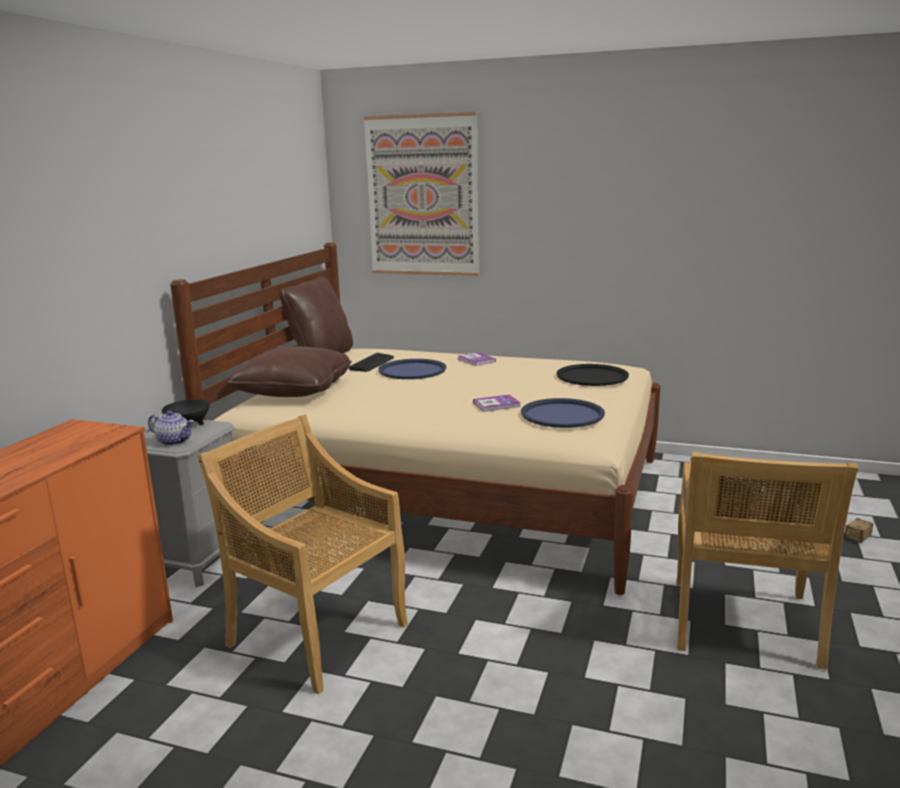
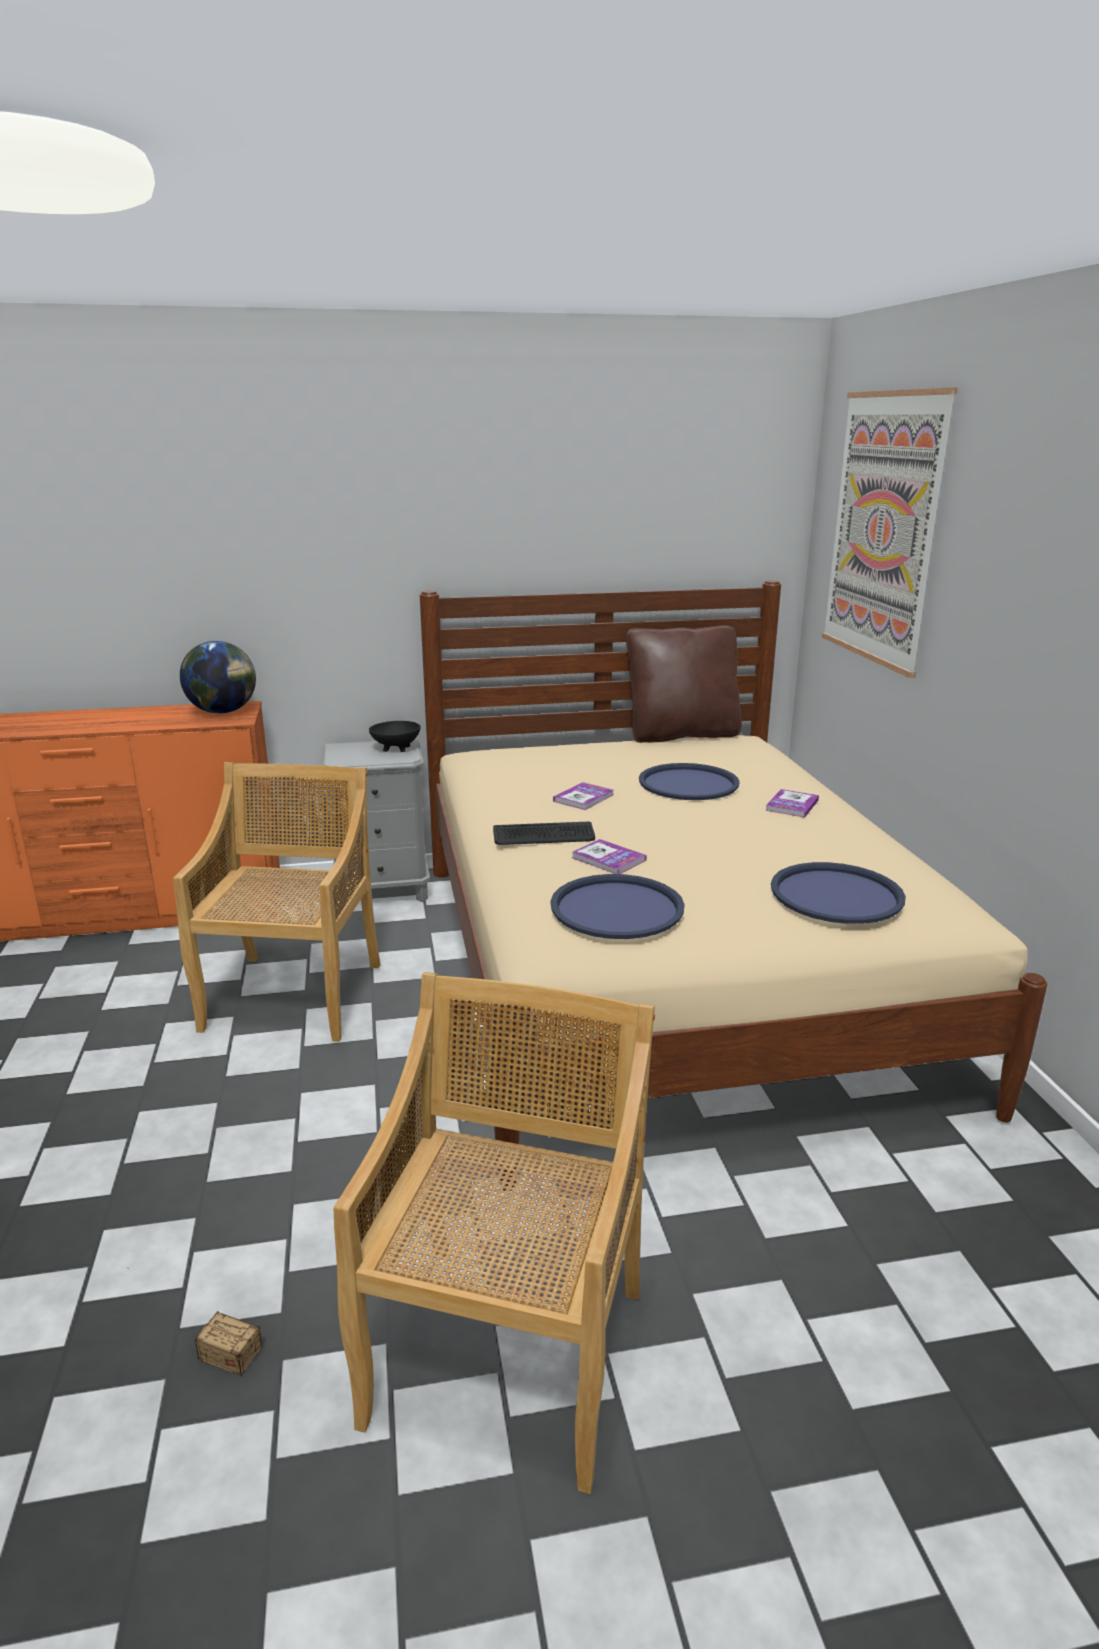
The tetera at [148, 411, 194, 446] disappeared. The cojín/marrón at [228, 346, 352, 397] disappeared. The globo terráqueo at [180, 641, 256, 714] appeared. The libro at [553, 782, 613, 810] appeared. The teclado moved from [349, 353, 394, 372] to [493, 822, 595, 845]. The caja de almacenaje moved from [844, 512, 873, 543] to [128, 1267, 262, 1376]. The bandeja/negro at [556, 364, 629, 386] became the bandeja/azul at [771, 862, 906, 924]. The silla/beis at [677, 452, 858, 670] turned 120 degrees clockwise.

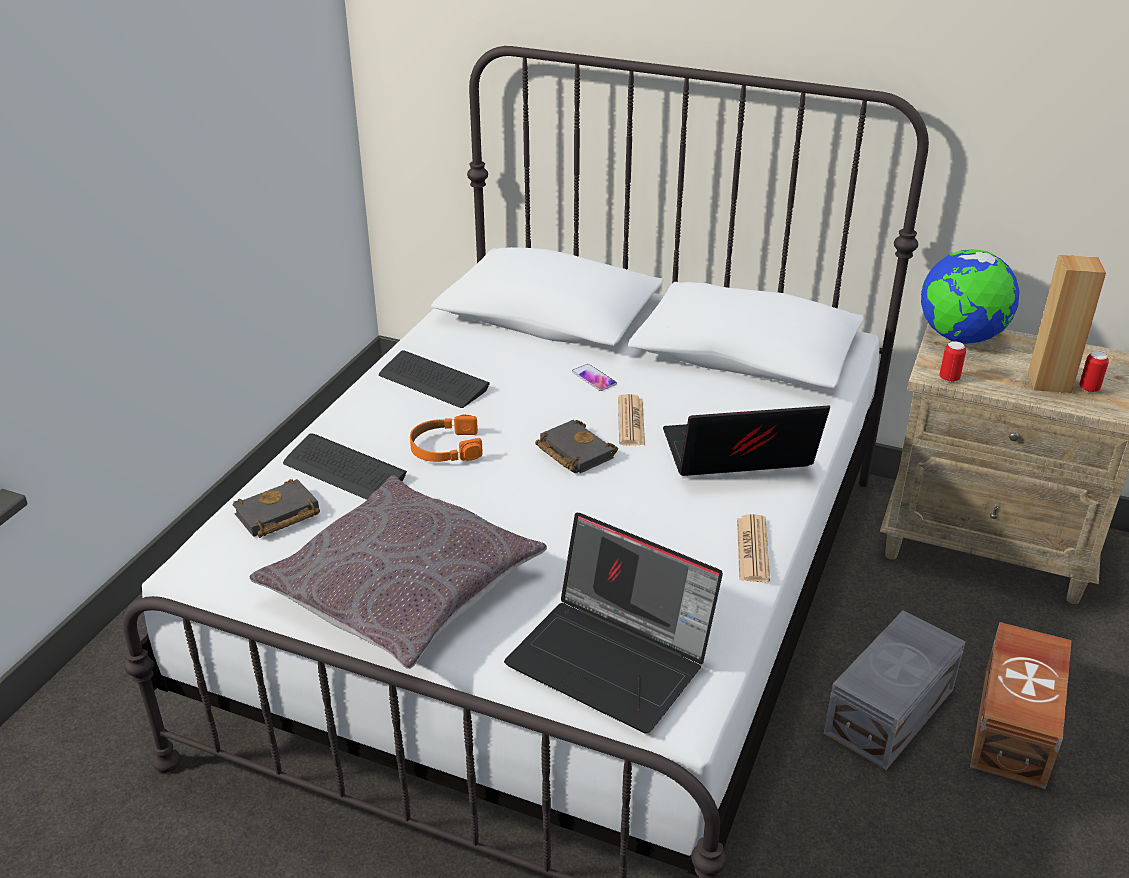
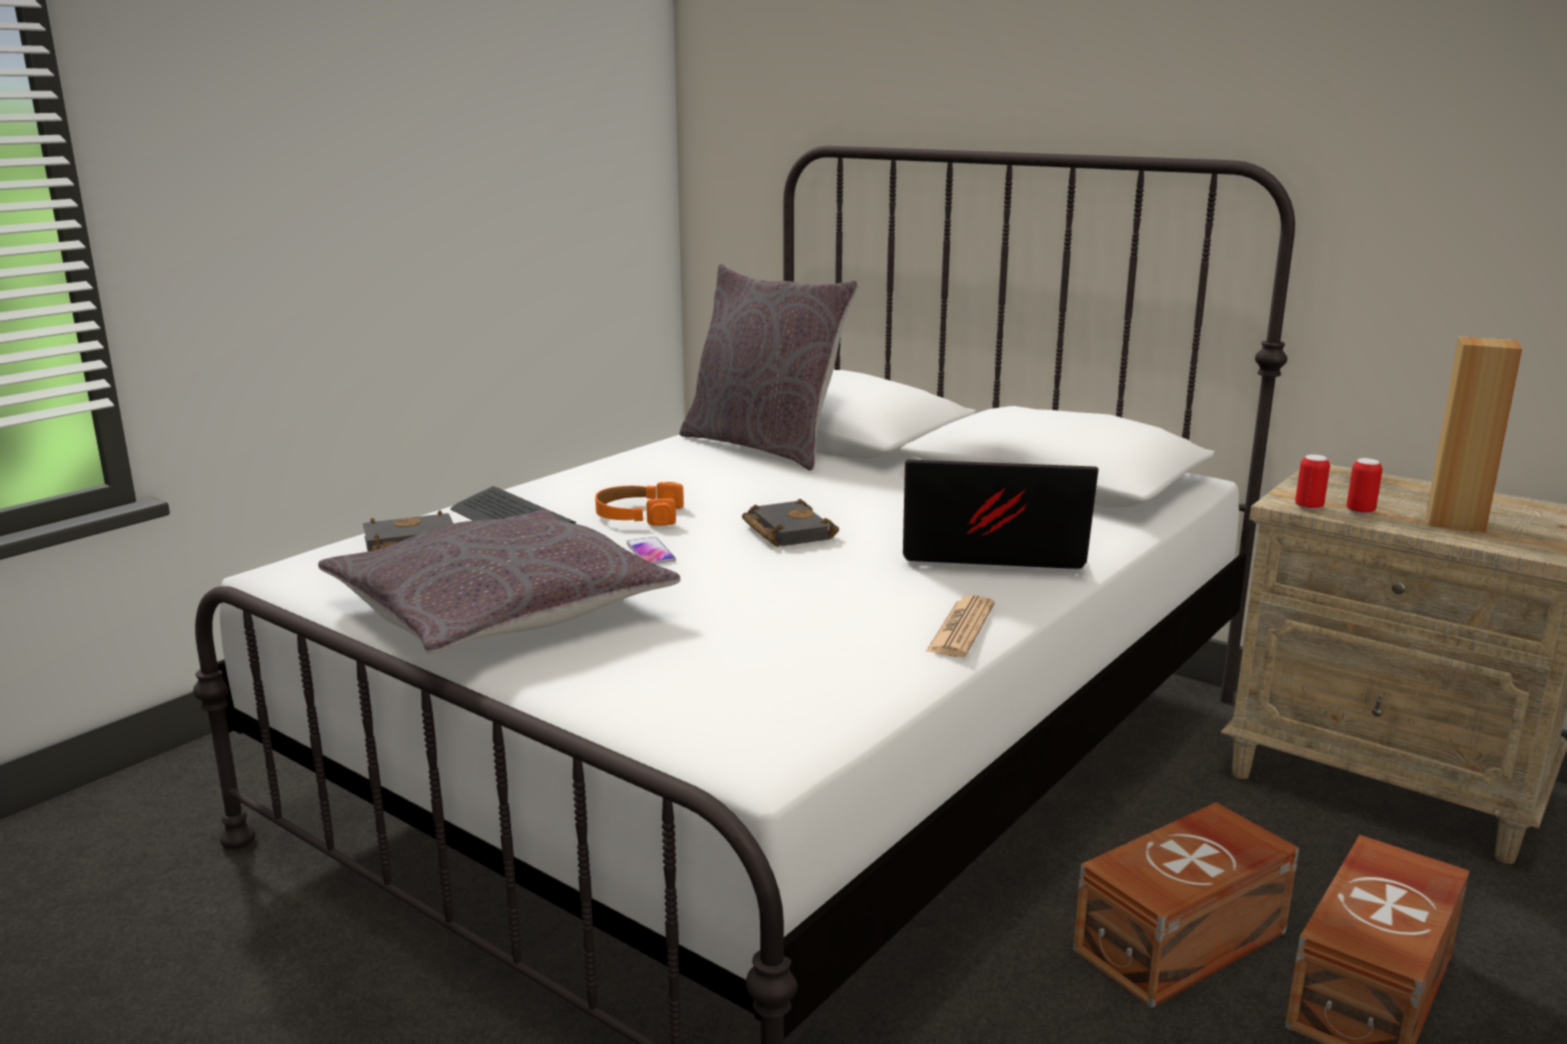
The teclado at [379, 350, 490, 408] disappeared. The portátil at [504, 513, 723, 734] disappeared. The periódico at [618, 394, 645, 446] disappeared. The globo terráqueo at [921, 249, 1019, 344] disappeared. The cojín/gris at [679, 264, 859, 470] appeared. The móvil moved from [572, 364, 617, 391] to [626, 537, 676, 564]. The lata moved from [1079, 351, 1109, 392] to [1347, 458, 1383, 515]. The caja de almacenaje/gris at [824, 610, 966, 770] became the caja de almacenaje/marrón at [1073, 802, 1299, 1008].

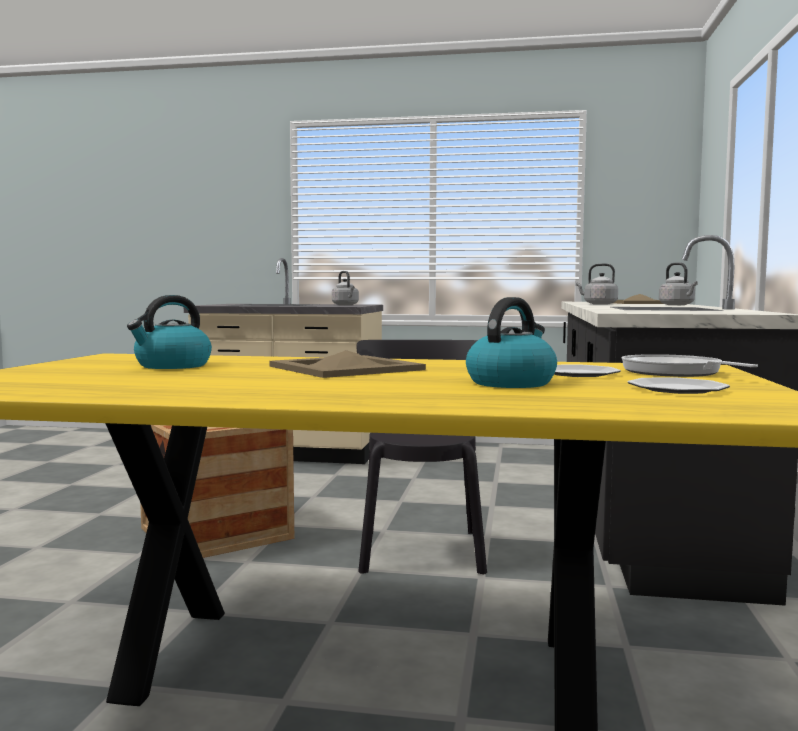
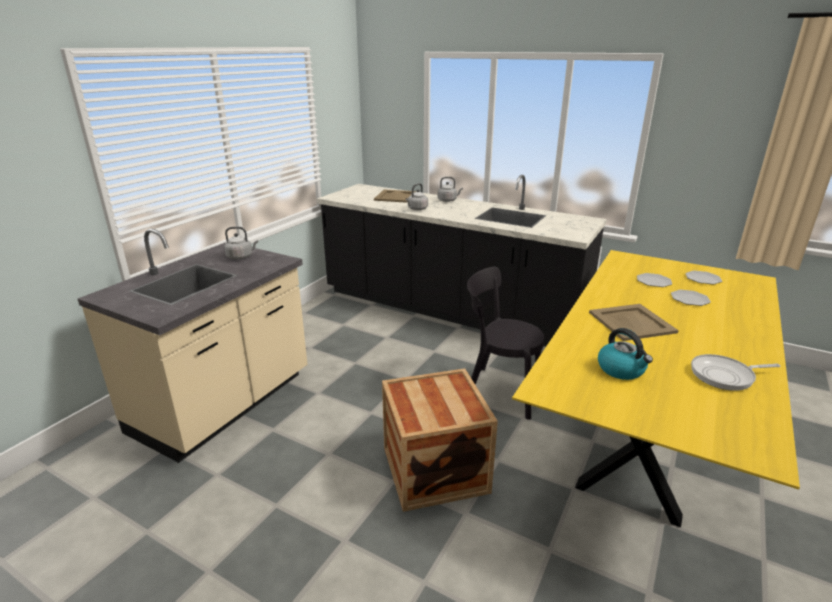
The sartén moved from [622, 354, 758, 377] to [691, 354, 780, 391]. The hervidor at [466, 297, 557, 388] was replaced by the plato at [671, 290, 711, 306].

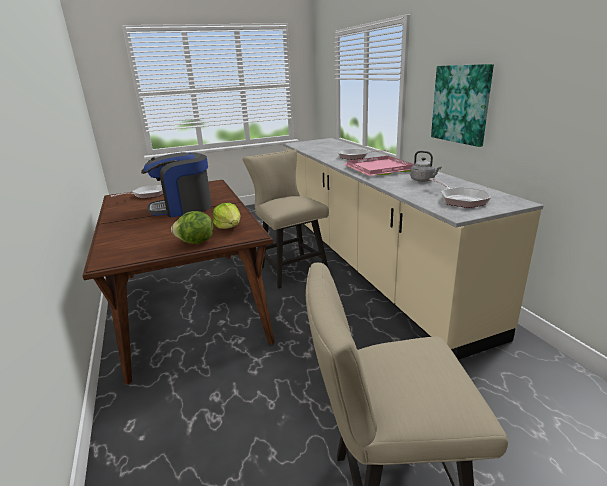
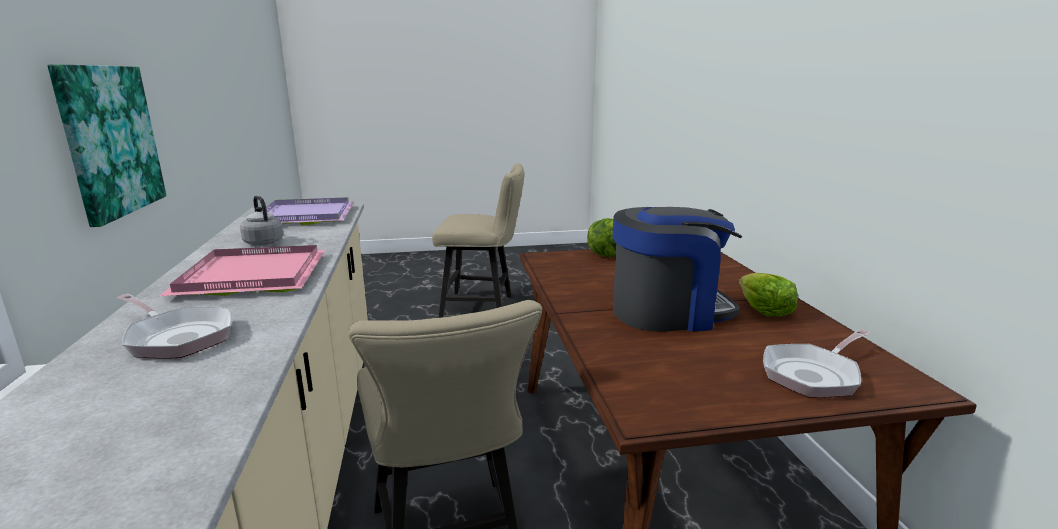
The lechuga moved from [213, 203, 241, 229] to [739, 273, 798, 317]. The sartén at [429, 178, 491, 208] was replaced by the bandeja/morado at [266, 197, 354, 225].

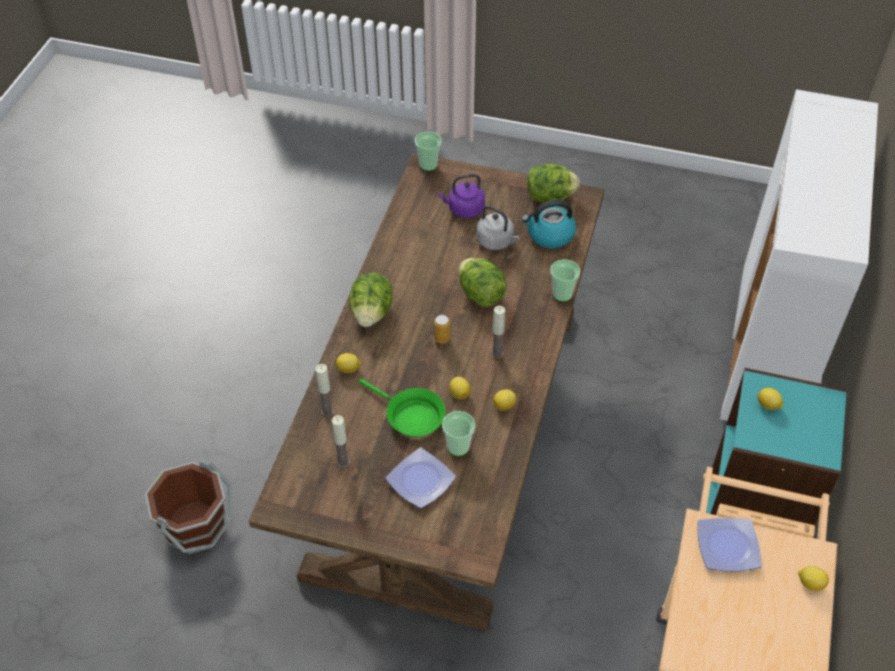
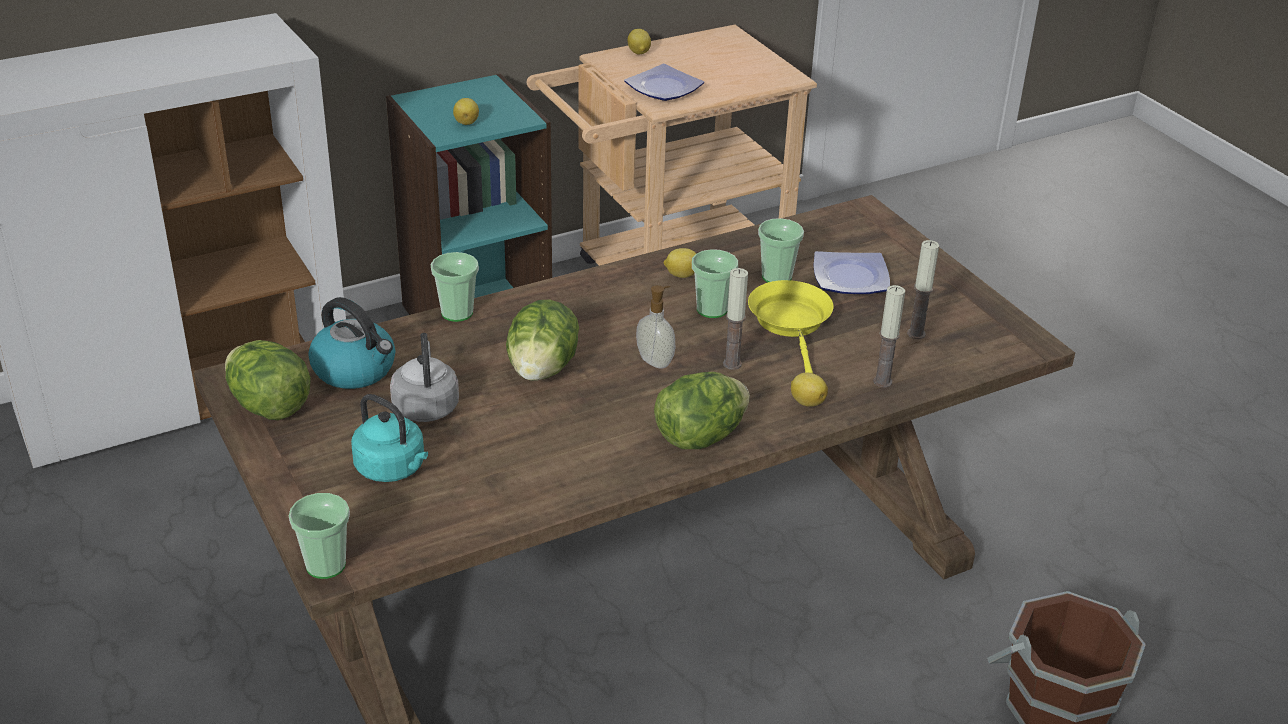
The vela moved from [491, 306, 505, 359] to [723, 268, 748, 370]. The lata at [434, 315, 450, 344] was replaced by the dispensador de jabón at [636, 285, 675, 369]. The limón at [449, 377, 471, 399] was replaced by the taza at [692, 249, 738, 318]. The sartén/verde at [359, 379, 445, 437] became the sartén/amarillo at [748, 280, 834, 373]. The hervidor/morado at [438, 174, 485, 218] became the hervidor/turquesa at [351, 394, 428, 482].

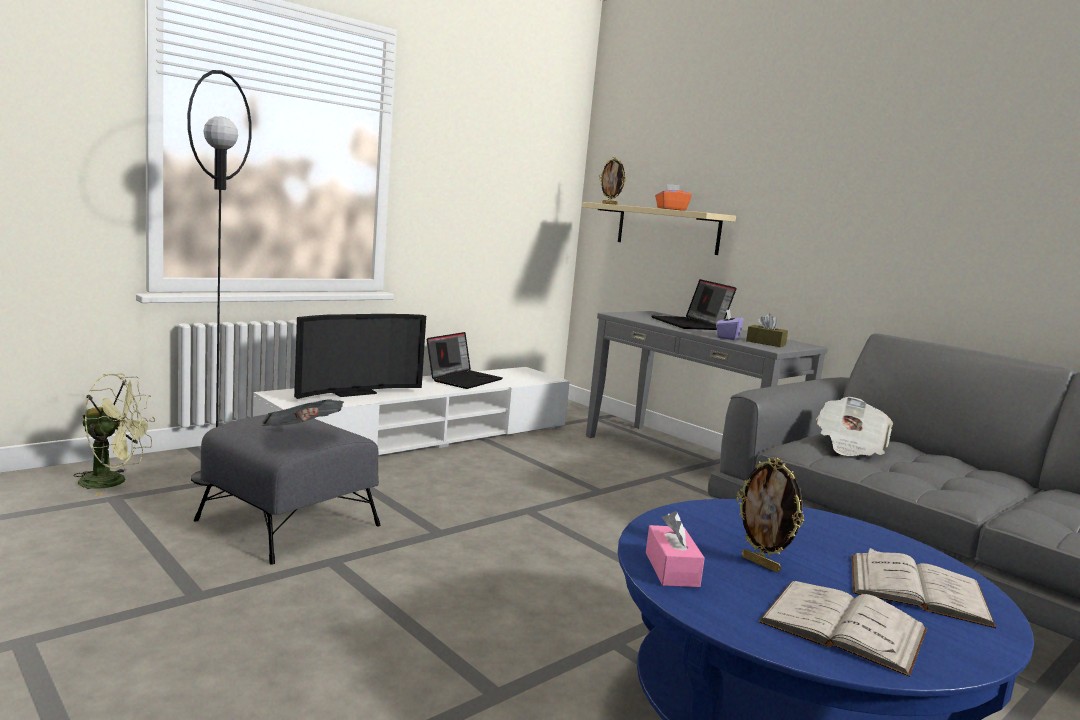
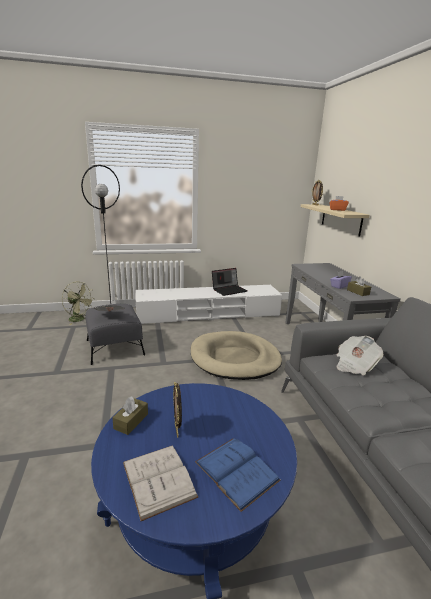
The televisor at [294, 314, 426, 399] disappeared. The portátil at [652, 279, 737, 330] disappeared. The cama para perro/beis at [191, 331, 282, 380] appeared. The caja de pañuelos/rosa at [646, 511, 705, 587] became the caja de pañuelos/marrón at [112, 396, 148, 435]. The libro/blanco at [851, 548, 996, 628] became the libro/azul at [195, 438, 280, 512].

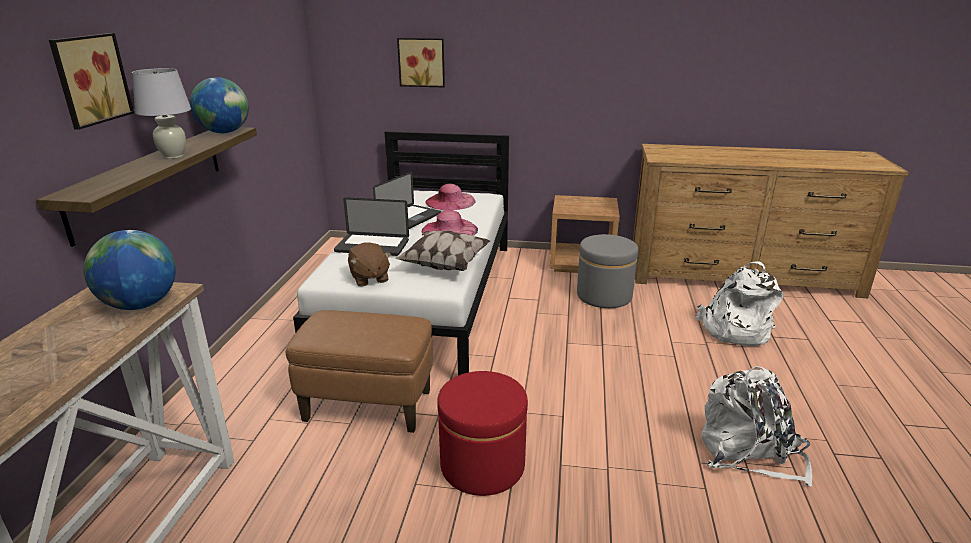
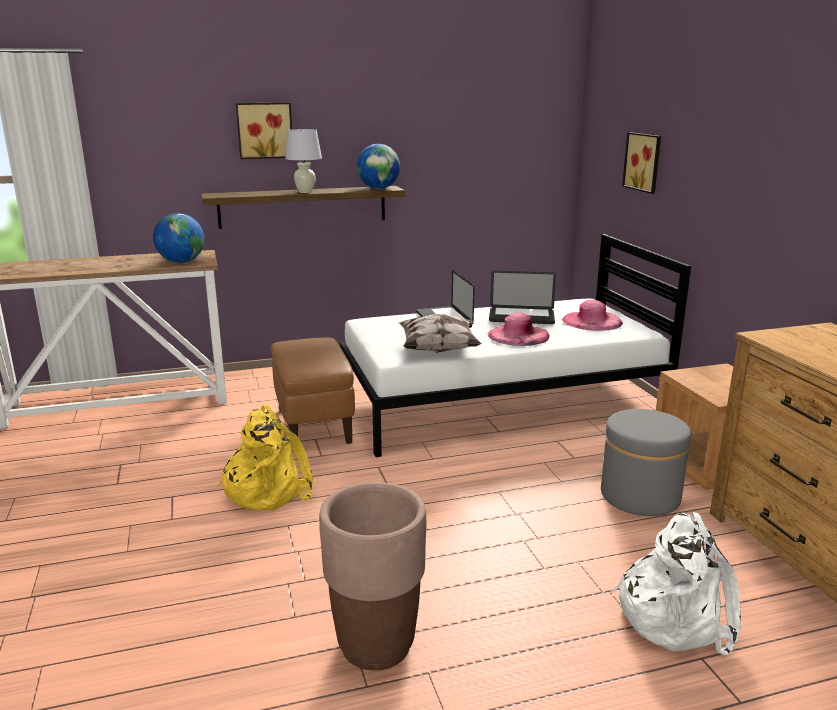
The peluche/marrón at [348, 242, 391, 287] disappeared. The puf/rojo at [437, 371, 528, 496] was replaced by the mochila/amarillo at [217, 404, 313, 511]. The mochila/blanco at [702, 366, 812, 487] was replaced by the maceta/marrón at [319, 482, 427, 670].

